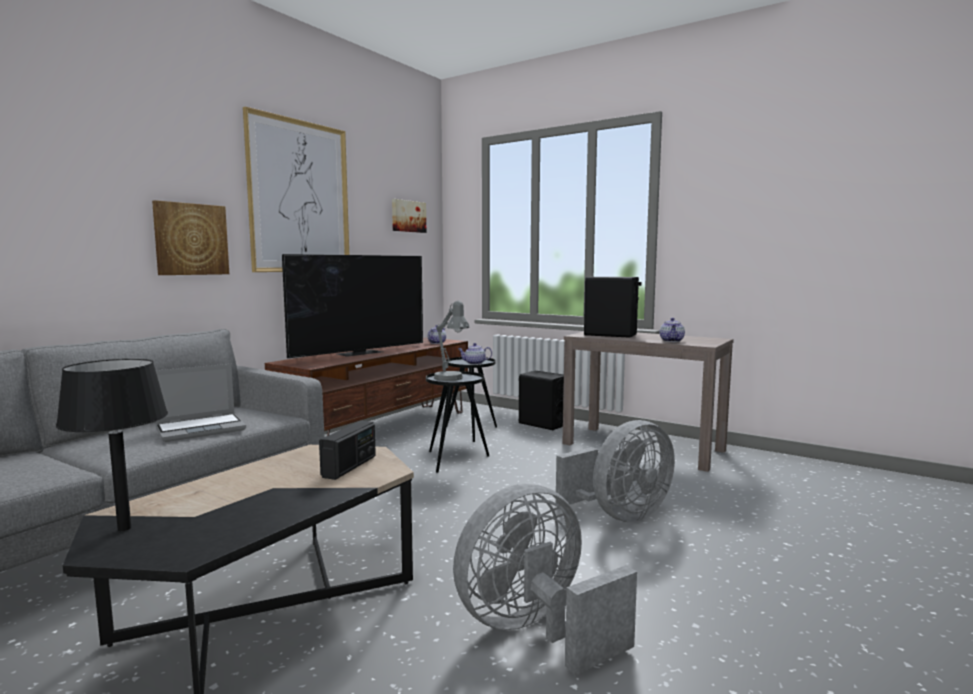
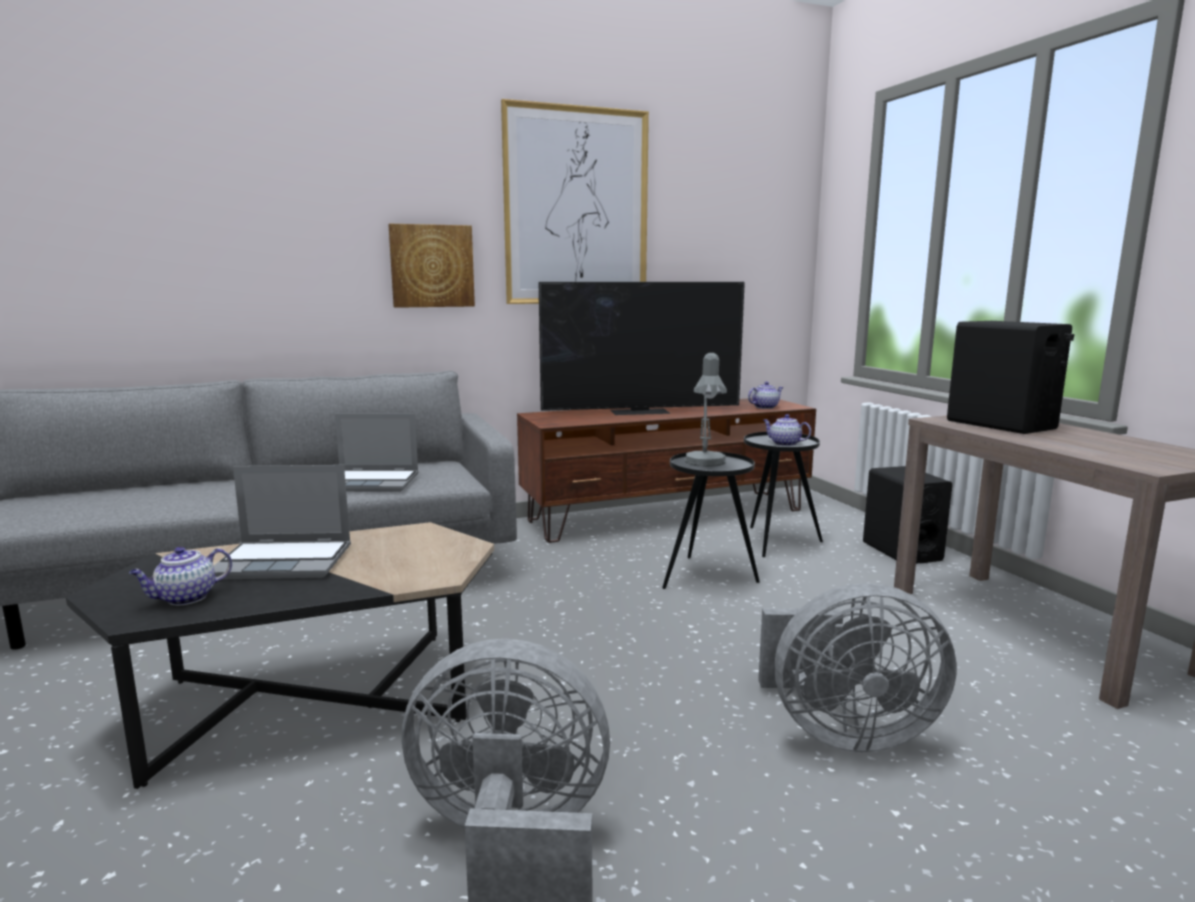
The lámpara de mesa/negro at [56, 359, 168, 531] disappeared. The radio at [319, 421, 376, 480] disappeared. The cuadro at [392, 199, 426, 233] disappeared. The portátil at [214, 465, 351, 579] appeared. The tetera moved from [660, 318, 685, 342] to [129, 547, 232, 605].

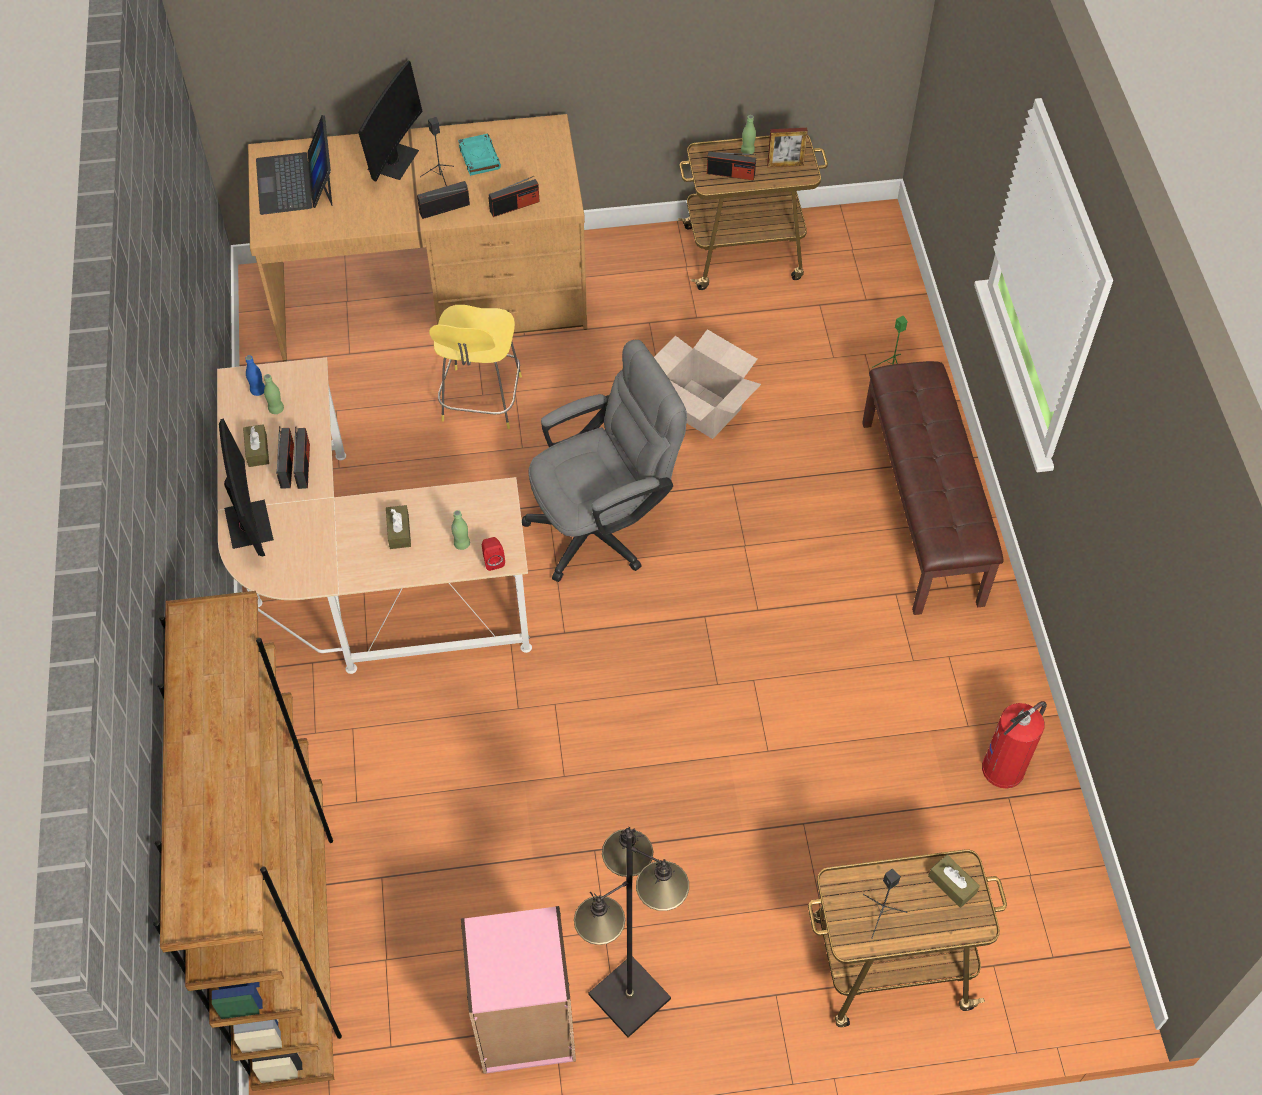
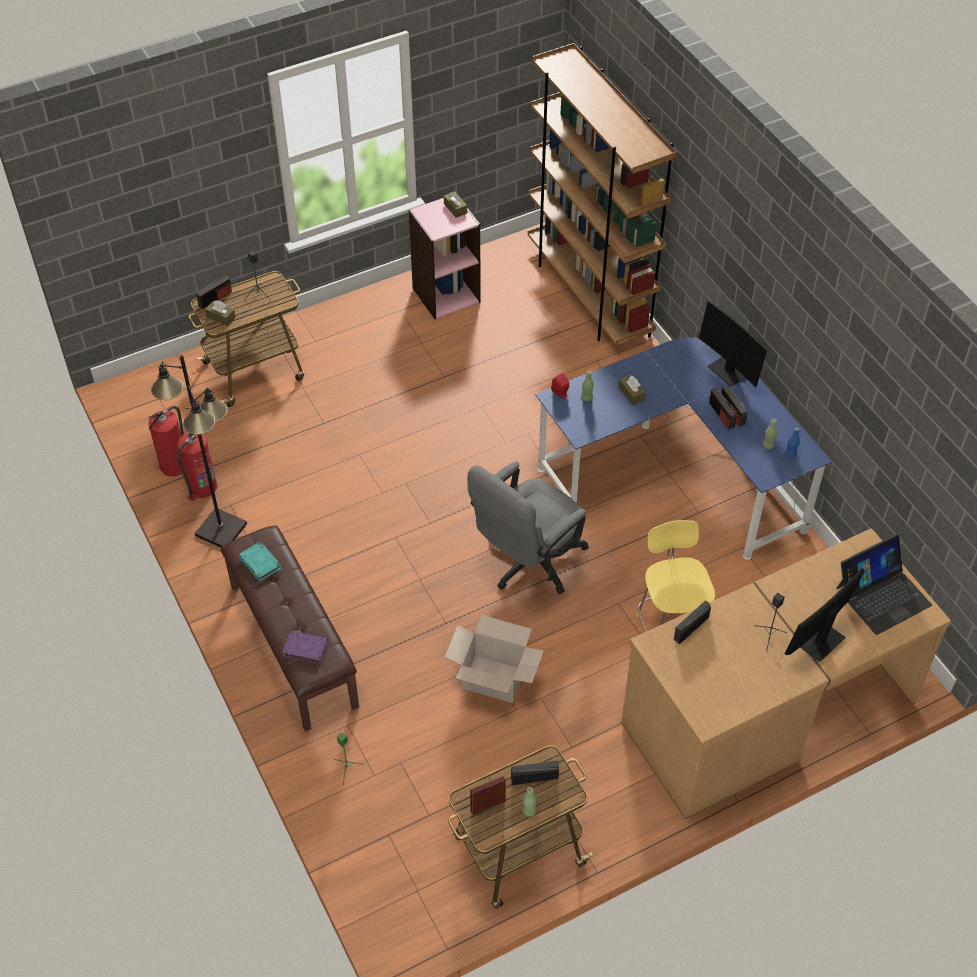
The extintor at [148, 405, 184, 477] appeared. The libro/morado at [282, 631, 328, 664] appeared. The caja de pañuelos/marrón moved from [243, 424, 269, 467] to [444, 191, 467, 218]. The radio moved from [417, 181, 470, 219] to [196, 274, 232, 309]. The libro/turquesa moved from [458, 134, 501, 176] to [238, 541, 282, 581]. The lámpara de pie/negro moved from [574, 827, 689, 1038] to [151, 355, 247, 548]. The escritorio/beis at [217, 357, 532, 674] became the escritorio/azul at [535, 338, 832, 560]. The portátil at [256, 115, 333, 215] turned 90 degrees clockwise. The monitor at [358, 61, 423, 181] turned 45 degrees clockwise.

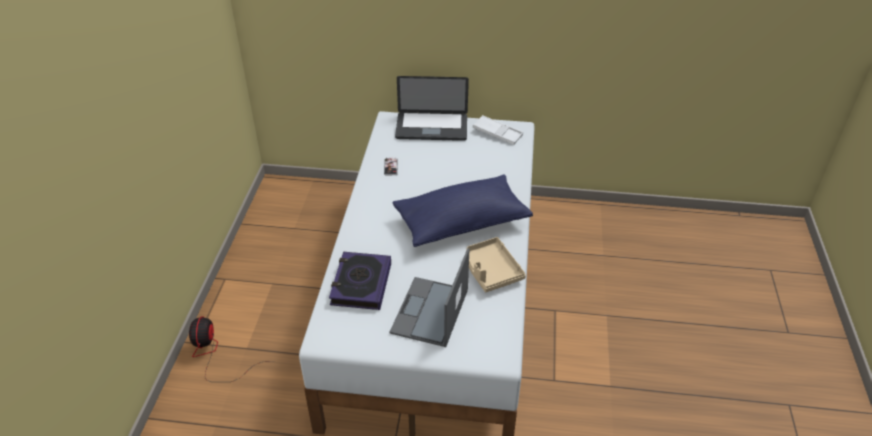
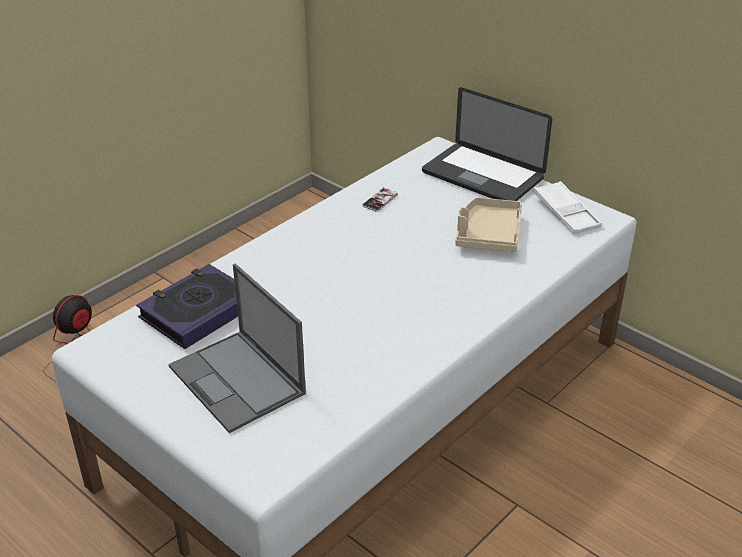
The cojín/azul at [393, 175, 533, 247] disappeared. The bandeja/beis moved from [466, 237, 526, 292] to [455, 197, 522, 252]. The portátil at [390, 248, 470, 347] turned 90 degrees counterclockwise.

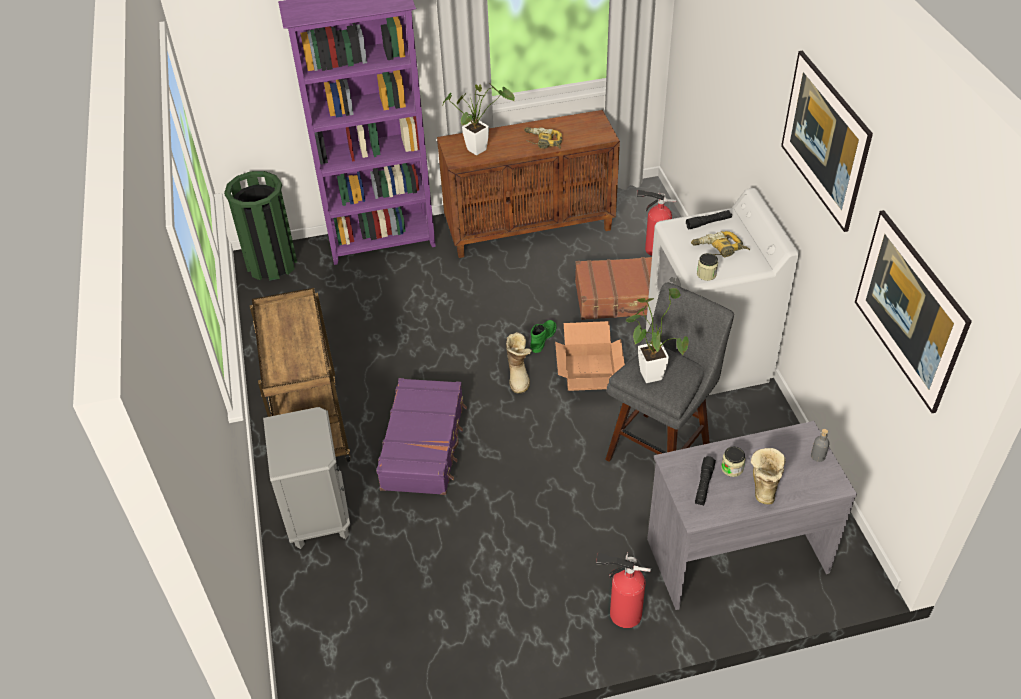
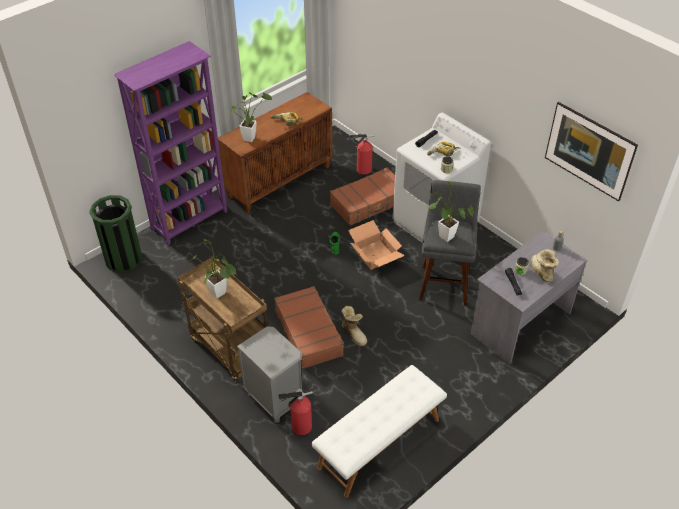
The cuadro at [781, 51, 873, 232] disappeared. The planta en maceta at [190, 239, 237, 298] appeared. The banco/blanco at [312, 365, 447, 498] appeared. The bota moved from [506, 332, 532, 394] to [341, 306, 367, 347]. The extintor moved from [596, 552, 651, 628] to [278, 387, 313, 435]. The maleta/morado at [376, 378, 467, 495] became the maleta/marrón at [274, 286, 344, 369].

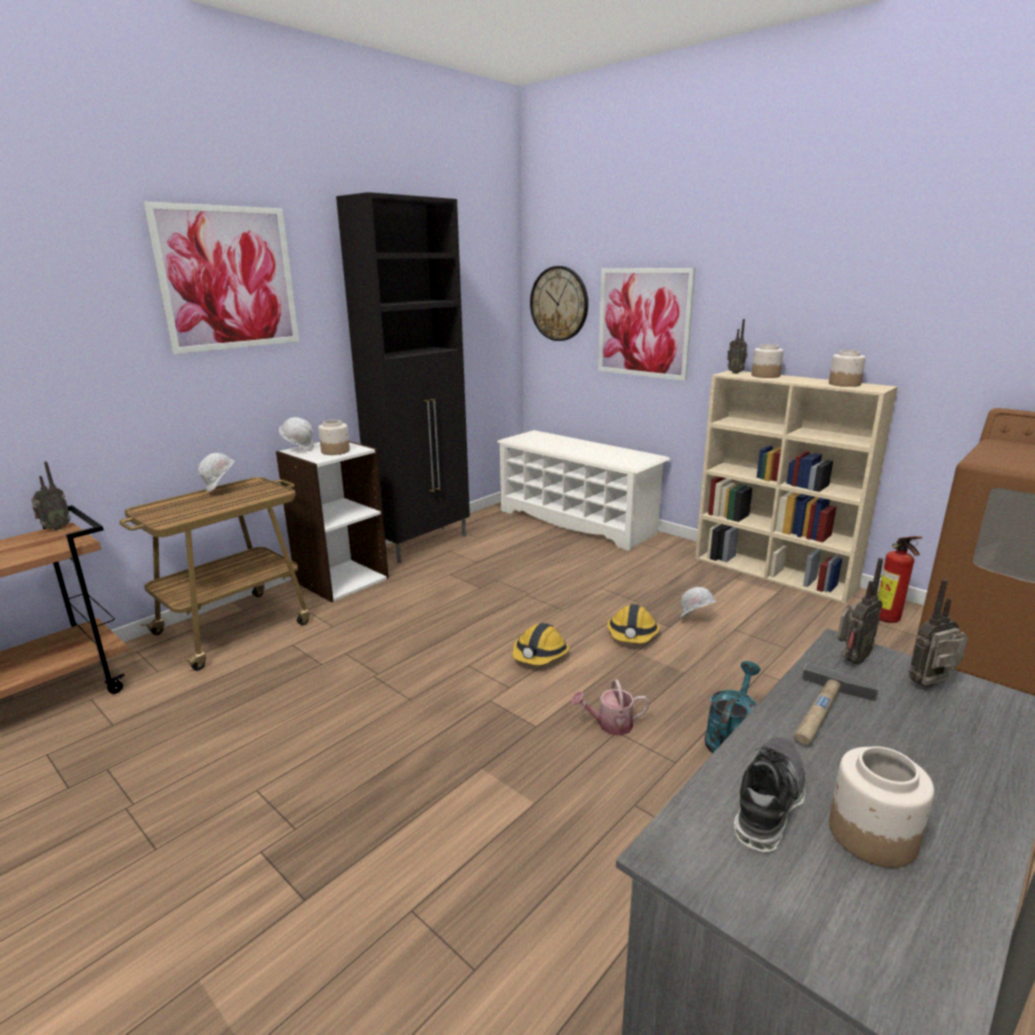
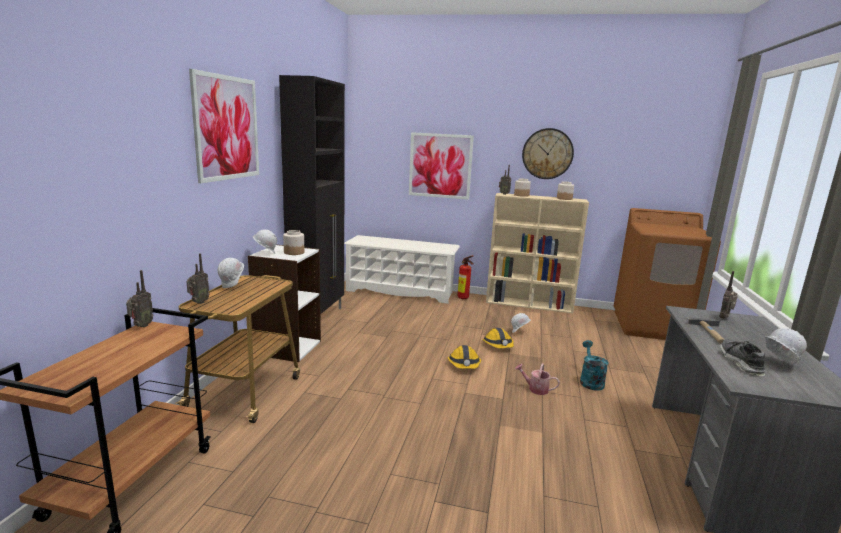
The reloj de pared moved from [530, 266, 588, 341] to [522, 128, 574, 179]. The radio moved from [837, 558, 883, 665] to [187, 253, 209, 304]. The extintor moved from [878, 536, 922, 623] to [458, 256, 474, 299]. The tarro at [829, 746, 934, 868] was replaced by the casco/blanco at [765, 328, 807, 364]. The regadera at [571, 679, 650, 736] turned 60 degrees clockwise.

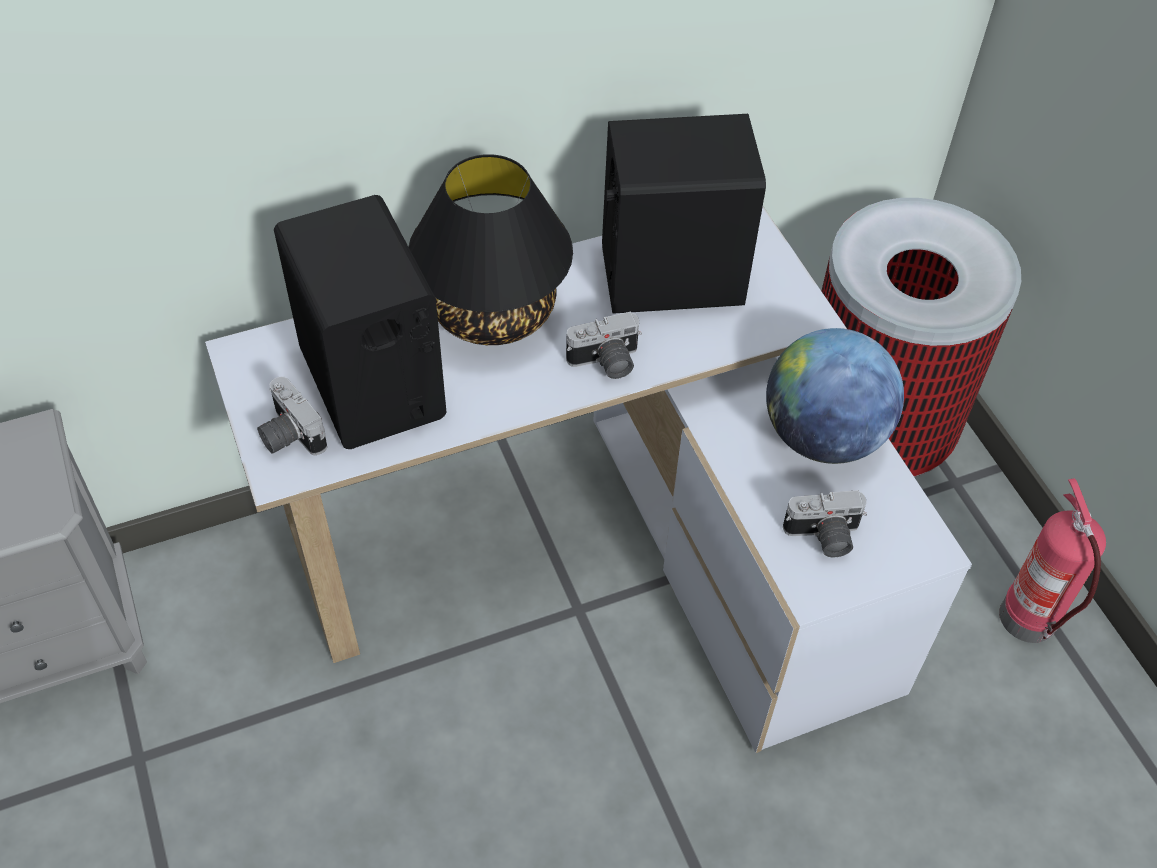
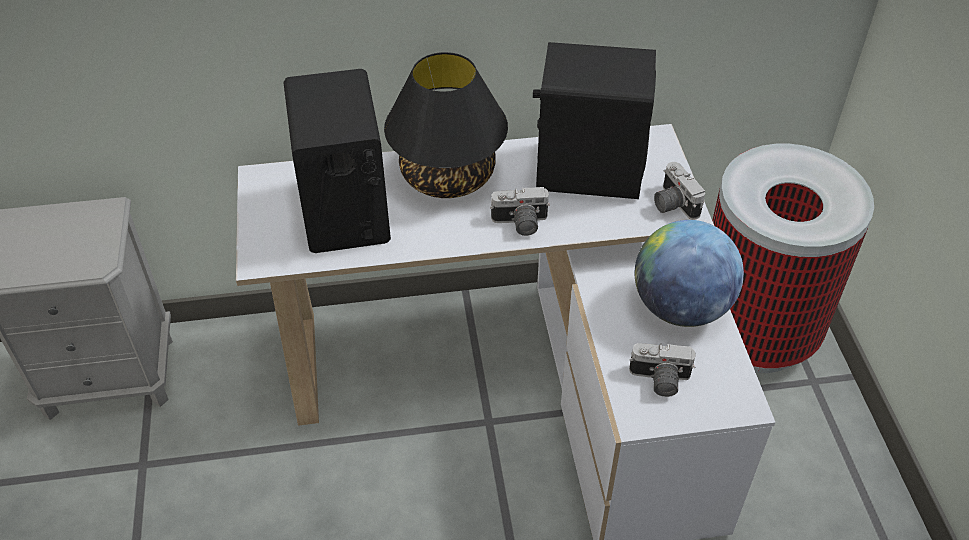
The extintor at [999, 478, 1106, 643] disappeared. The cámara moved from [257, 376, 327, 455] to [654, 162, 705, 220].

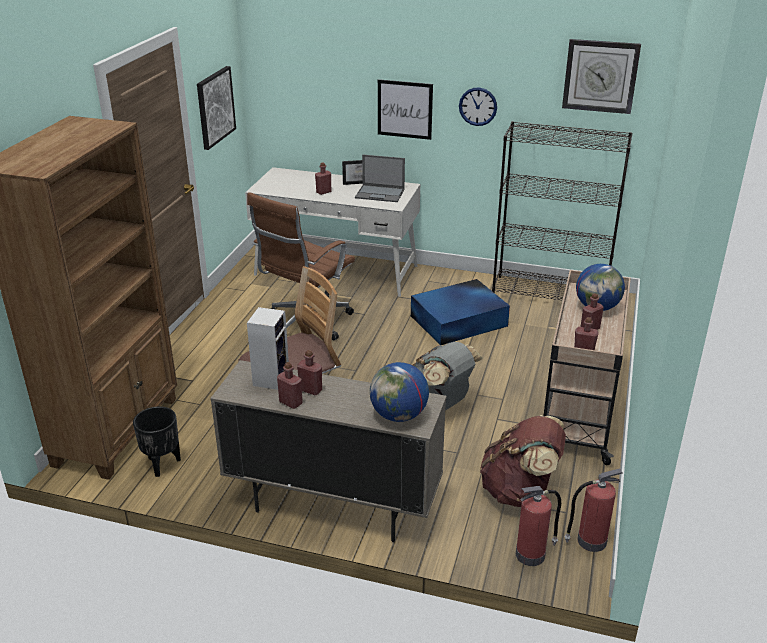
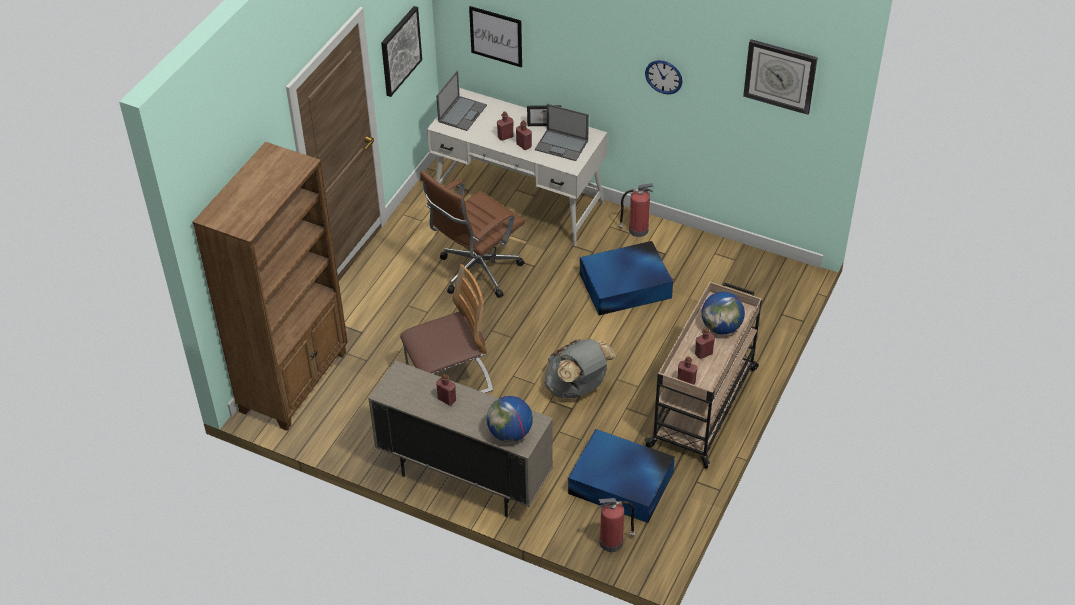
The maceta/negro at [133, 406, 181, 477] disappeared. The altavoz at [247, 307, 289, 390] disappeared. The estantería/negro at [492, 121, 632, 300] disappeared. The portátil at [436, 71, 487, 131] appeared. The botella/rojo moved from [277, 362, 303, 409] to [516, 120, 532, 150]. The cuadro moved from [378, 79, 433, 140] to [469, 6, 522, 68]. The extintor moved from [565, 469, 623, 552] to [619, 183, 654, 237]. The mochila/marrón at [480, 415, 566, 507] was replaced by the caja de almacenaje/azul at [568, 429, 675, 523].

